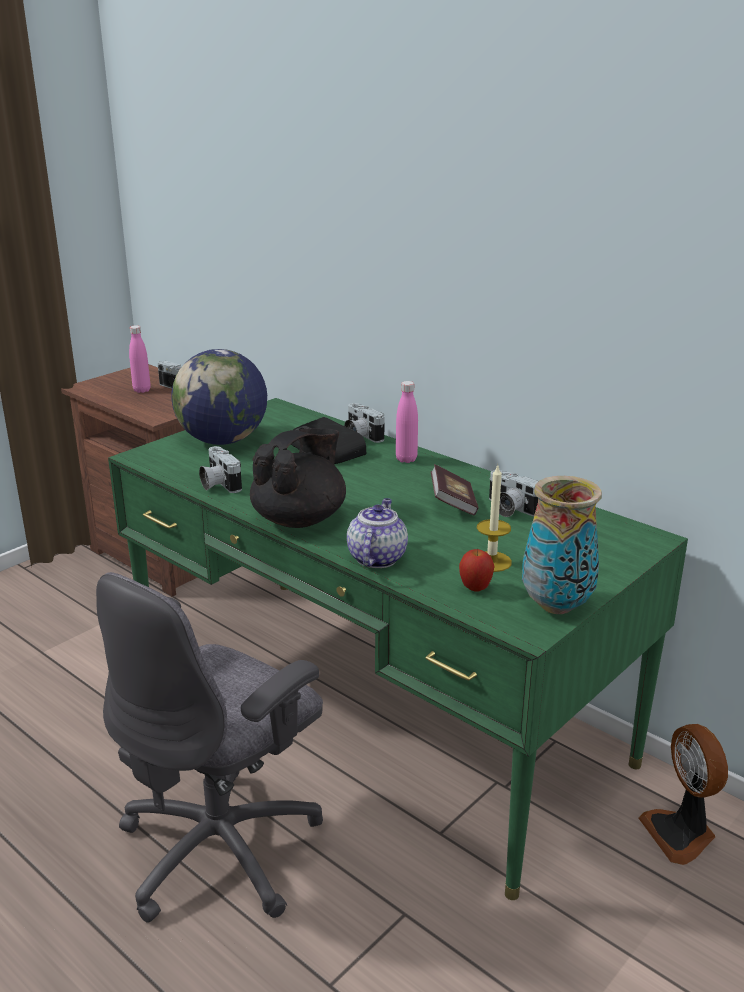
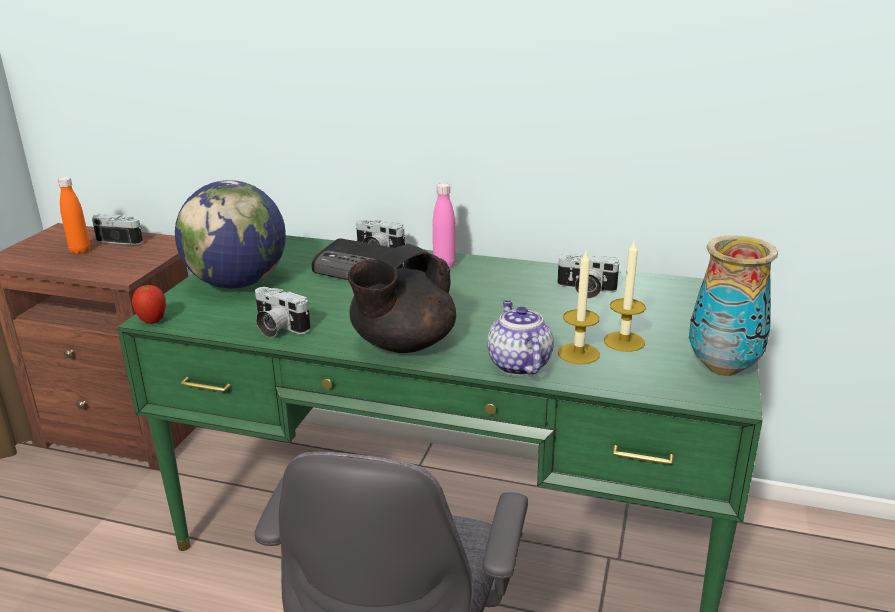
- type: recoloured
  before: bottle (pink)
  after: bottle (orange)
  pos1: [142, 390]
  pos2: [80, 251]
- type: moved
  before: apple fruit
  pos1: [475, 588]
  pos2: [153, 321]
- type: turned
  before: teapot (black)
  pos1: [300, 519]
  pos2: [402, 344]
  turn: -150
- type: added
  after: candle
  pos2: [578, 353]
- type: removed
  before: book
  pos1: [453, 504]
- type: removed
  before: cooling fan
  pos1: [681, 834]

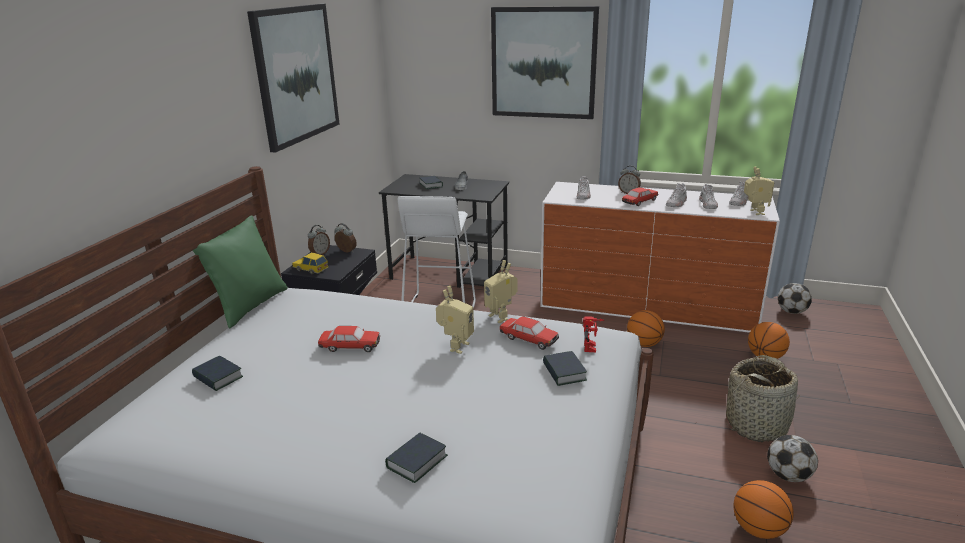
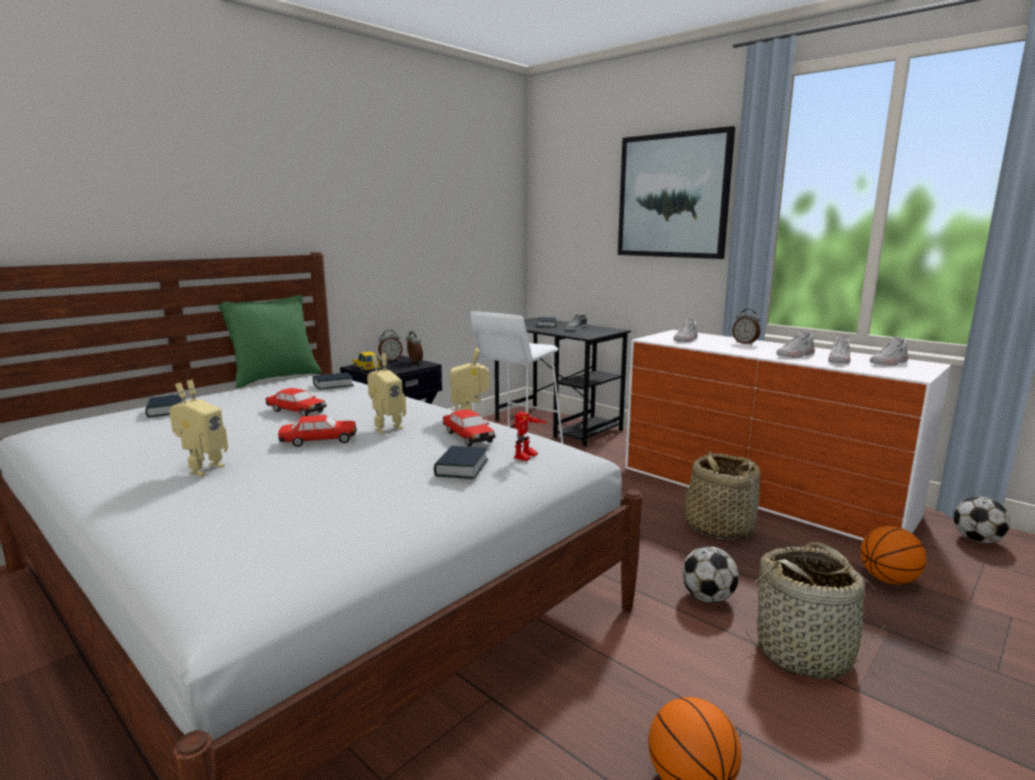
- type: moved
  before: robot figure
  pos1: [754, 212]
  pos2: [203, 469]
- type: moved
  before: toy car
  pos1: [639, 202]
  pos2: [319, 441]
- type: moved
  before: book
  pos1: [416, 462]
  pos2: [333, 385]
- type: moved
  before: football ball
  pos1: [788, 475]
  pos2: [707, 597]
- type: replaced
  before: ball for basketball
  after: storage basket
  pos1: [644, 344]
  pos2: [718, 527]
- type: removed
  before: wall art
  pos1: [296, 74]

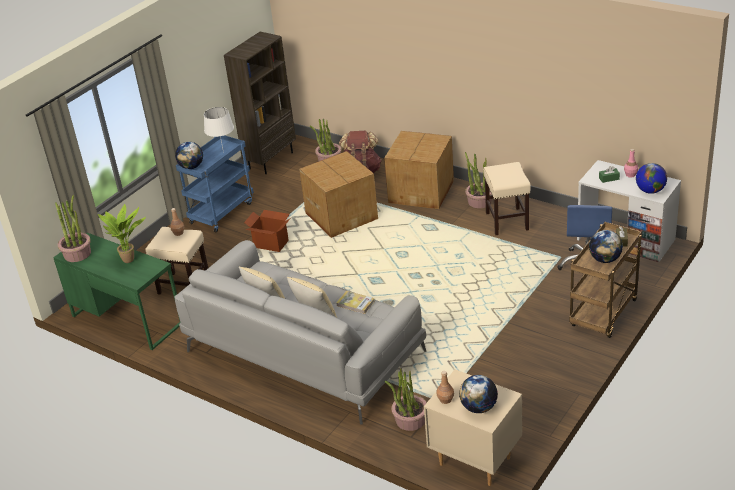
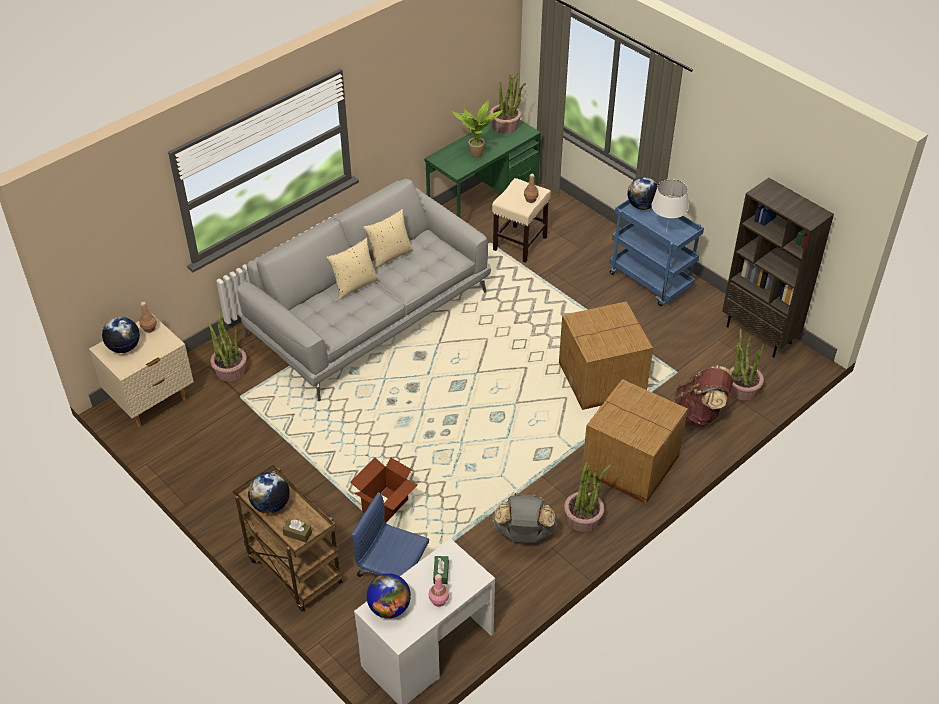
- type: moved
  before: cardboard box
  pos1: [271, 244]
  pos2: [386, 506]
- type: replaced
  before: stool seat (beige)
  after: knapsack (greyish)
  pos1: [507, 221]
  pos2: [524, 534]
- type: removed
  before: book
  pos1: [355, 303]

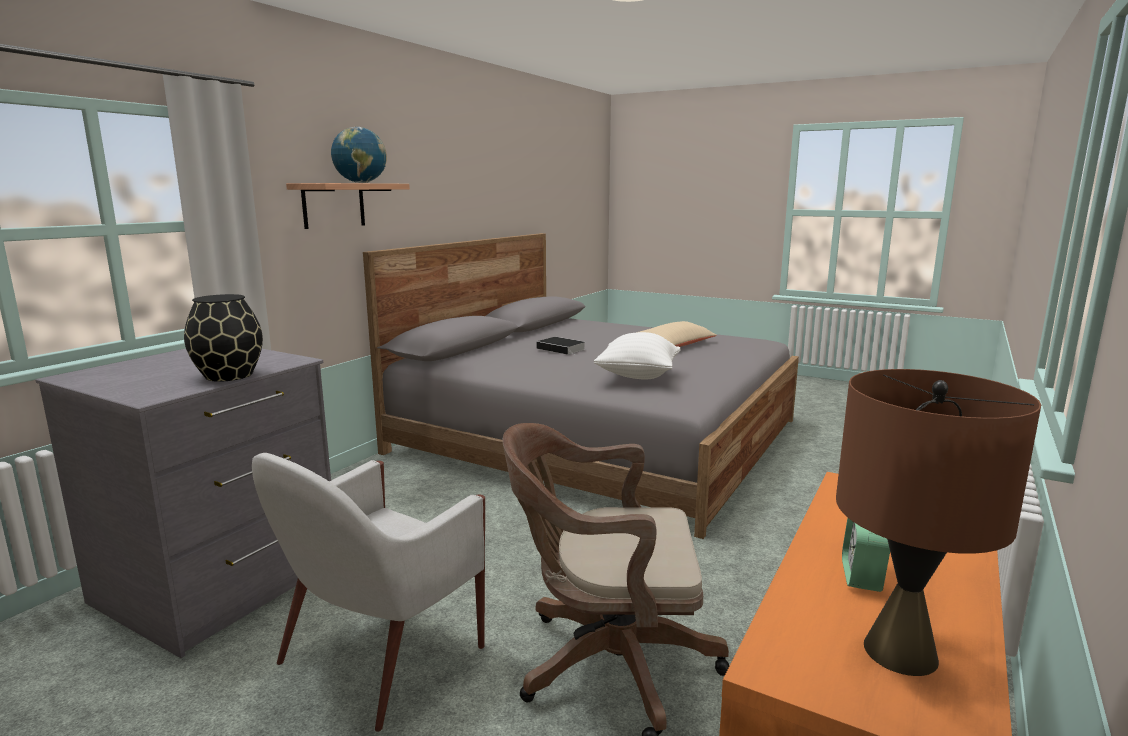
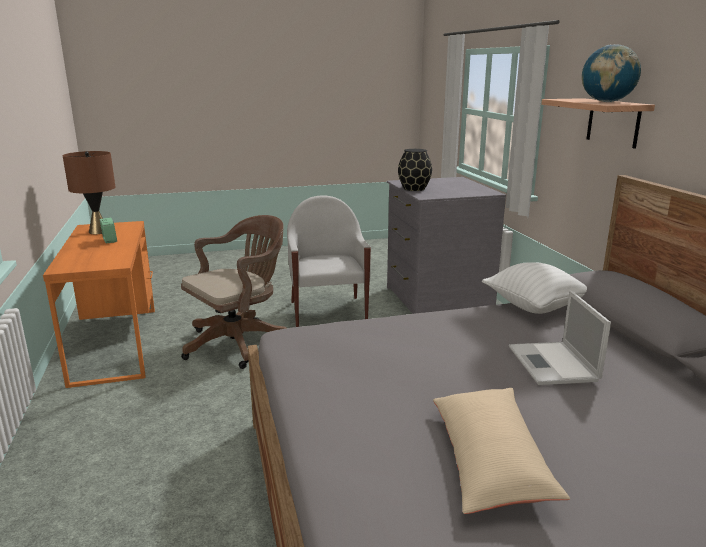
- type: moved
  before: cushion (whitish)
  pos1: [638, 376]
  pos2: [535, 306]
- type: replaced
  before: book
  after: notebook computer
  pos1: [562, 349]
  pos2: [553, 364]

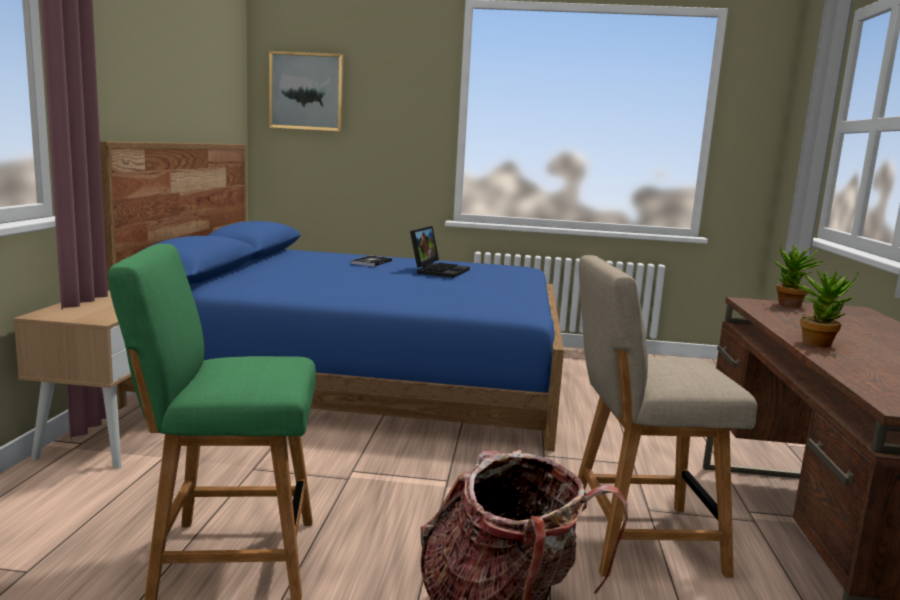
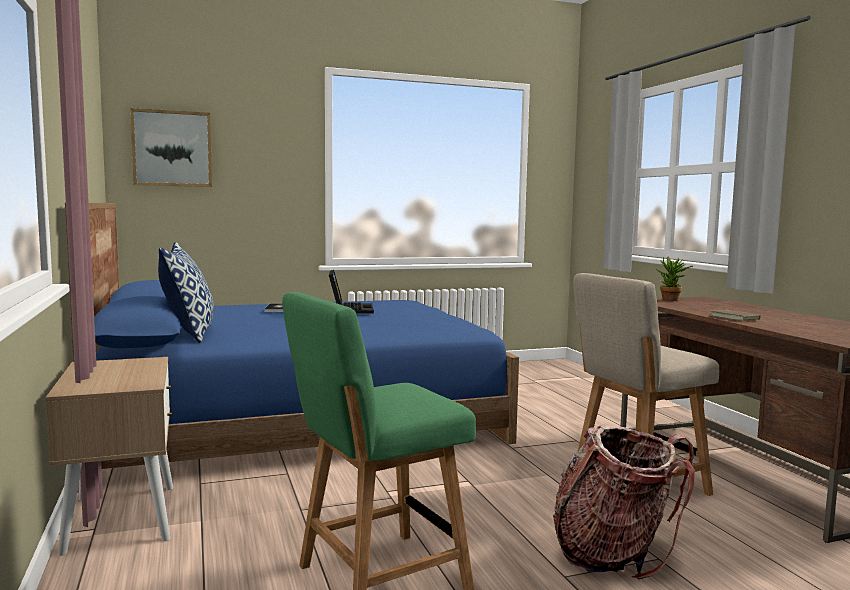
- type: added
  after: cushion
  pos2: [189, 333]
- type: replaced
  before: houseplant
  after: book (brown-coloured)
  pos1: [818, 342]
  pos2: [735, 318]

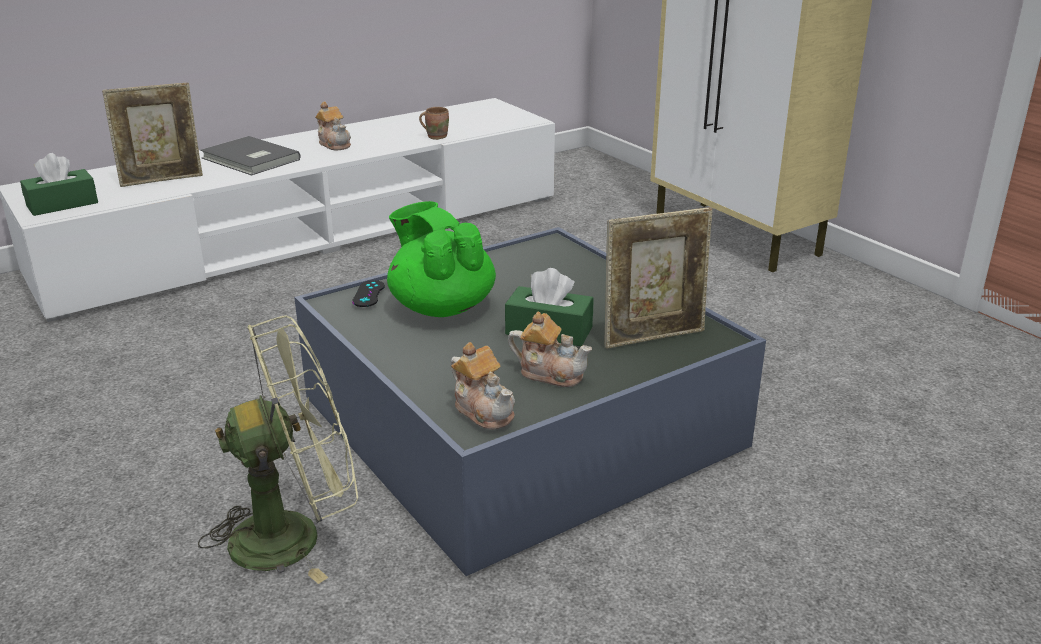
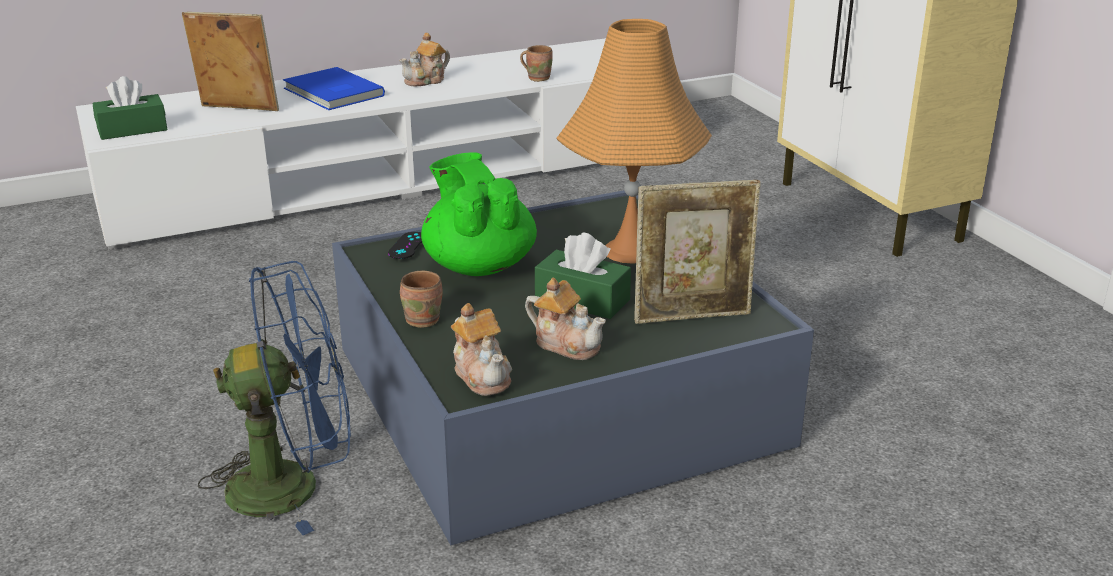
- type: turned
  before: photo frame
  pos1: [162, 180]
  pos2: [237, 109]
  turn: -150
- type: recoloured
  before: cooling fan (green-coloured)
  after: cooling fan (bluish)
  pos1: [294, 534]
  pos2: [293, 485]
- type: recoloured
  before: book (greyish)
  after: book (bluish)
  pos1: [249, 160]
  pos2: [332, 93]
- type: turned
  before: teapot
  pos1: [335, 144]
  pos2: [426, 80]
  turn: 75
- type: added
  after: coffee mug (brown-coloured)
  pos2: [424, 319]
- type: added
  after: lamp for a table (orange)
  pos2: [630, 250]

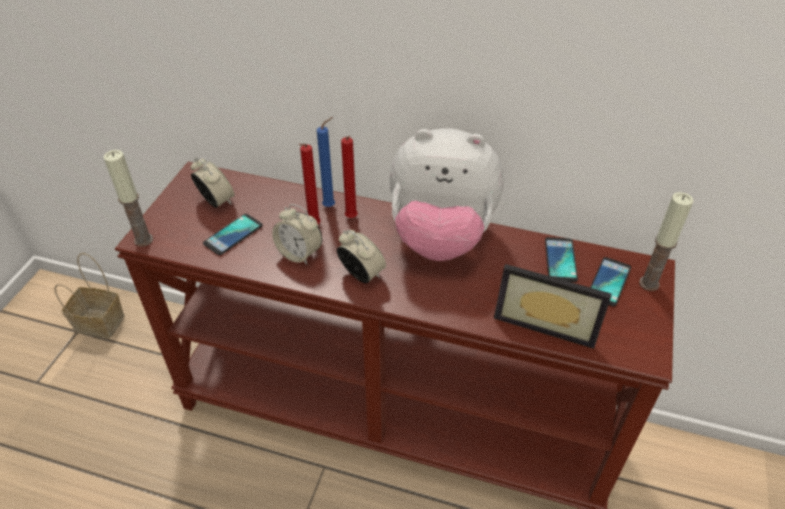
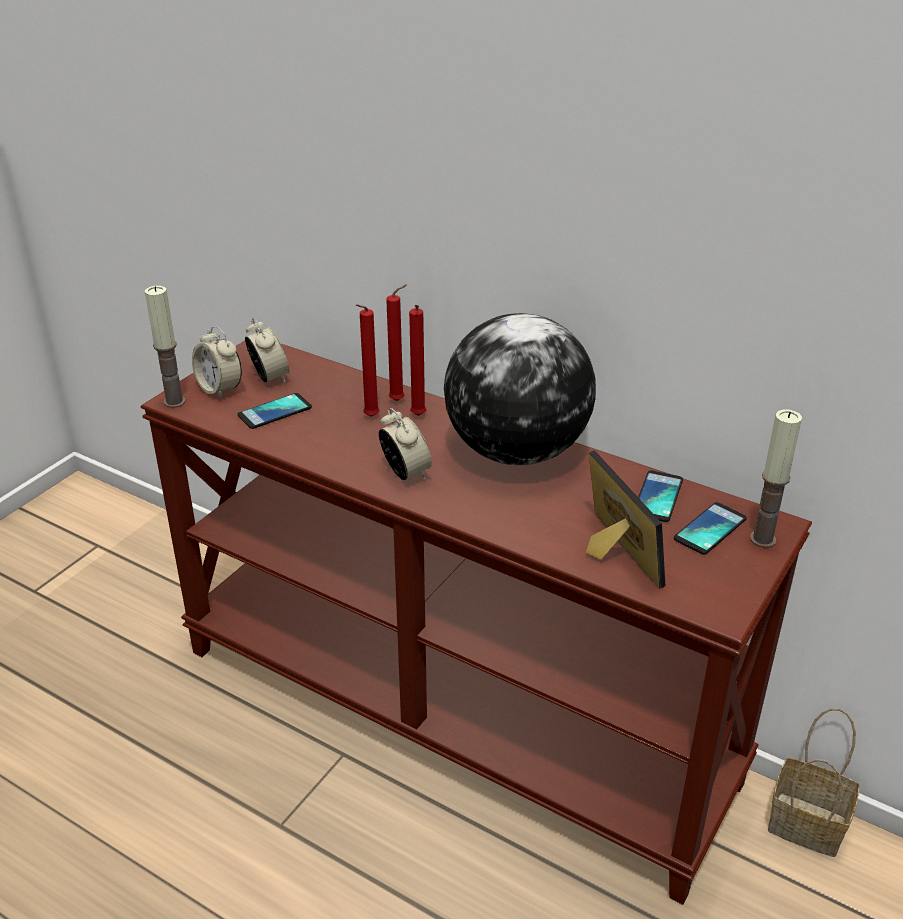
- type: moved
  before: table clock
  pos1: [299, 253]
  pos2: [220, 389]
- type: recoloured
  before: candle (bluish)
  after: candle (reddish)
  pos1: [331, 206]
  pos2: [399, 401]
- type: replaced
  before: plush toy
  after: globe
  pos1: [441, 237]
  pos2: [517, 451]
- type: turned
  before: photo frame
  pos1: [547, 320]
  pos2: [610, 554]
  turn: -150
- type: moved
  before: storage basket
  pos1: [97, 323]
  pos2: [803, 824]

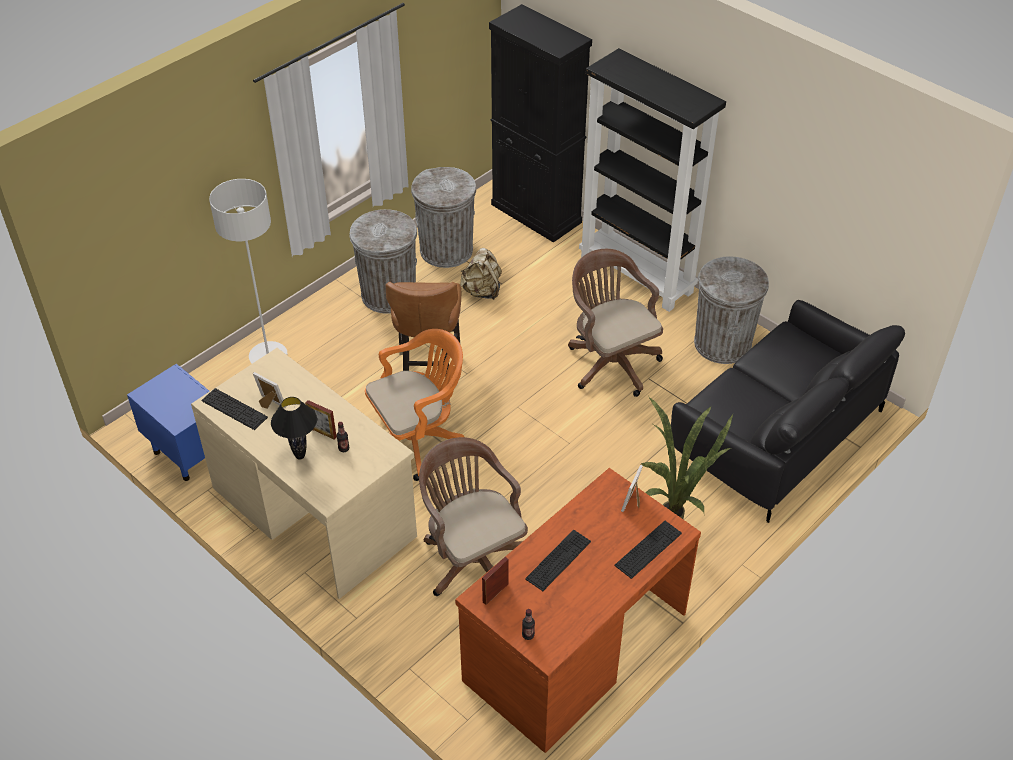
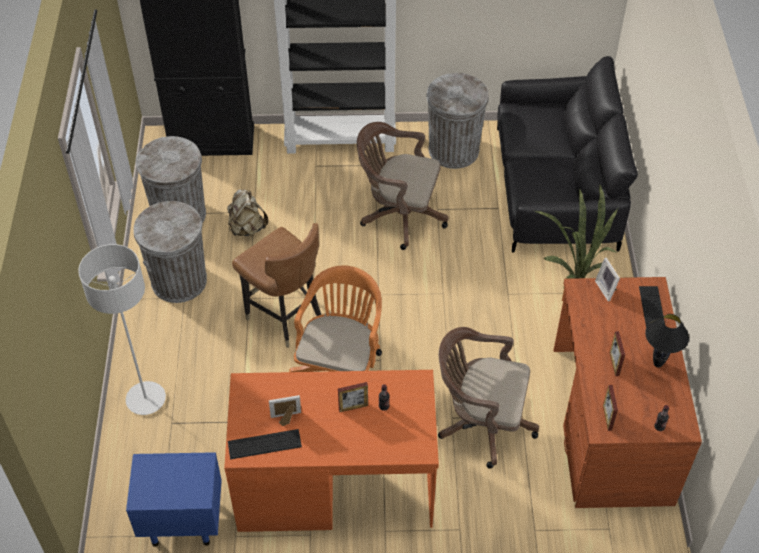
- type: recoloured
  before: desk (beige)
  after: desk (orange)
  pos1: [314, 510]
  pos2: [334, 483]
- type: replaced
  before: keyboard
  after: photo frame
  pos1: [558, 560]
  pos2: [614, 364]
- type: moved
  before: lamp for a table (black)
  pos1: [300, 456]
  pos2: [657, 364]

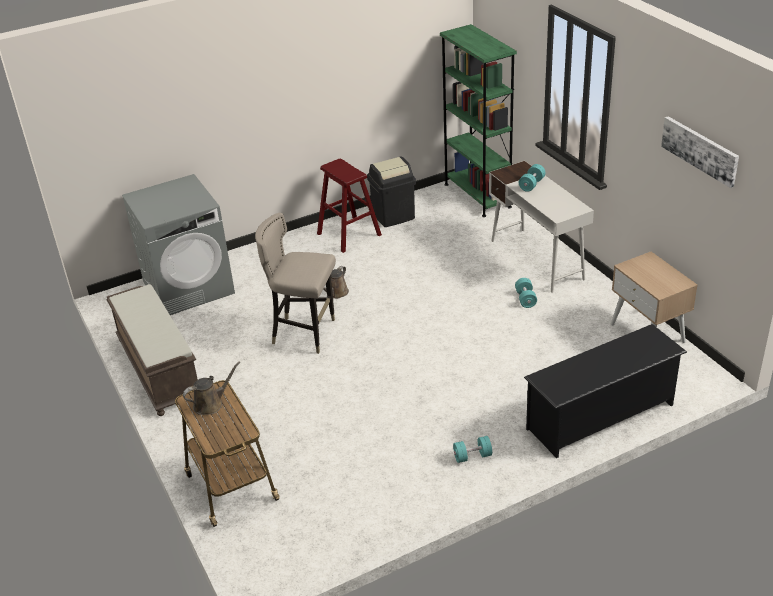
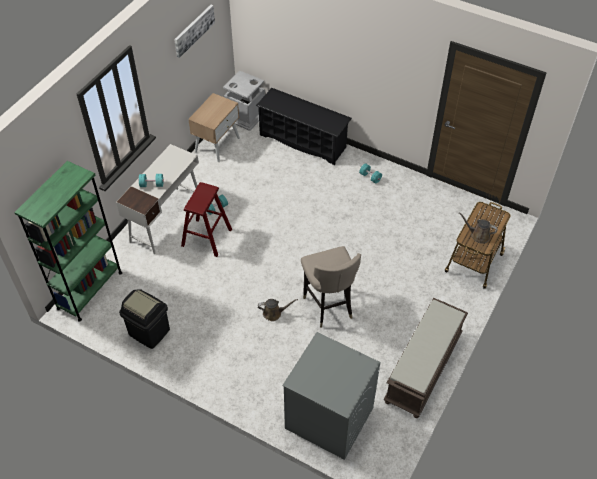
- type: moved
  before: stool seat (reddish)
  pos1: [349, 234]
  pos2: [206, 237]
- type: added
  after: waste bin (greyish)
  pos2: [245, 117]

